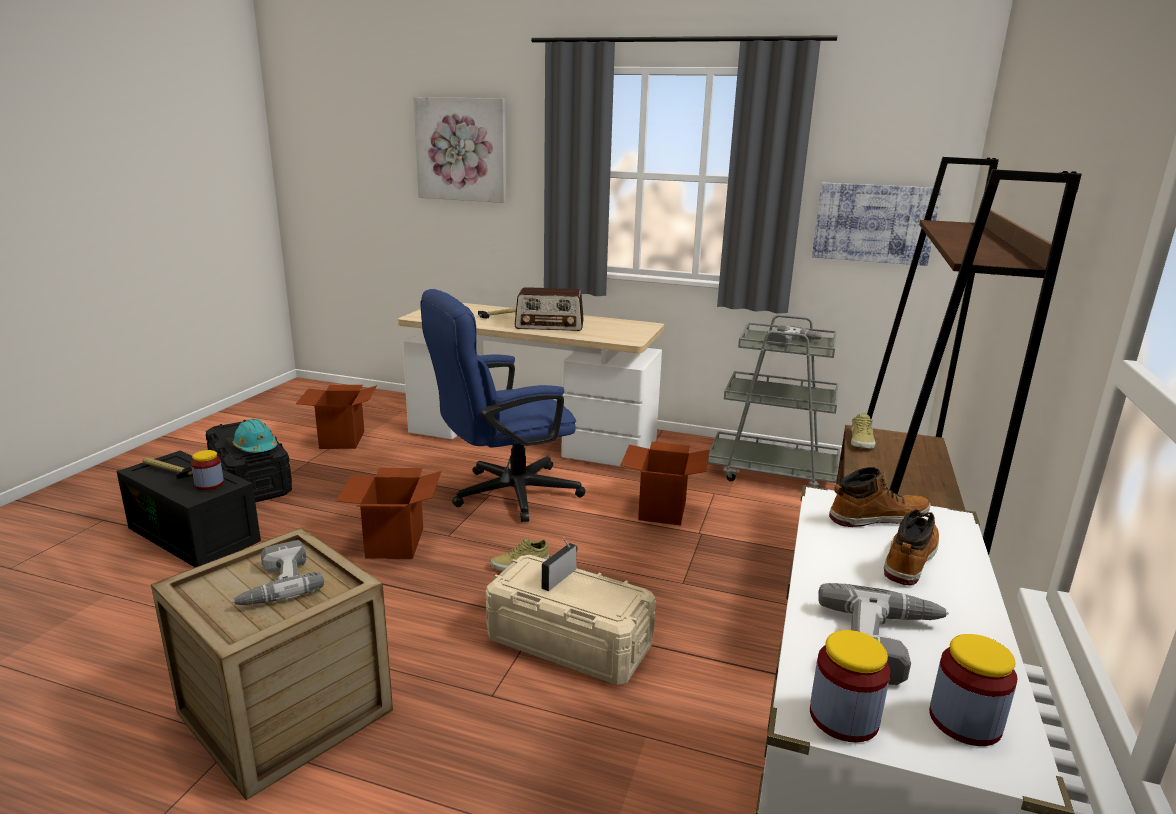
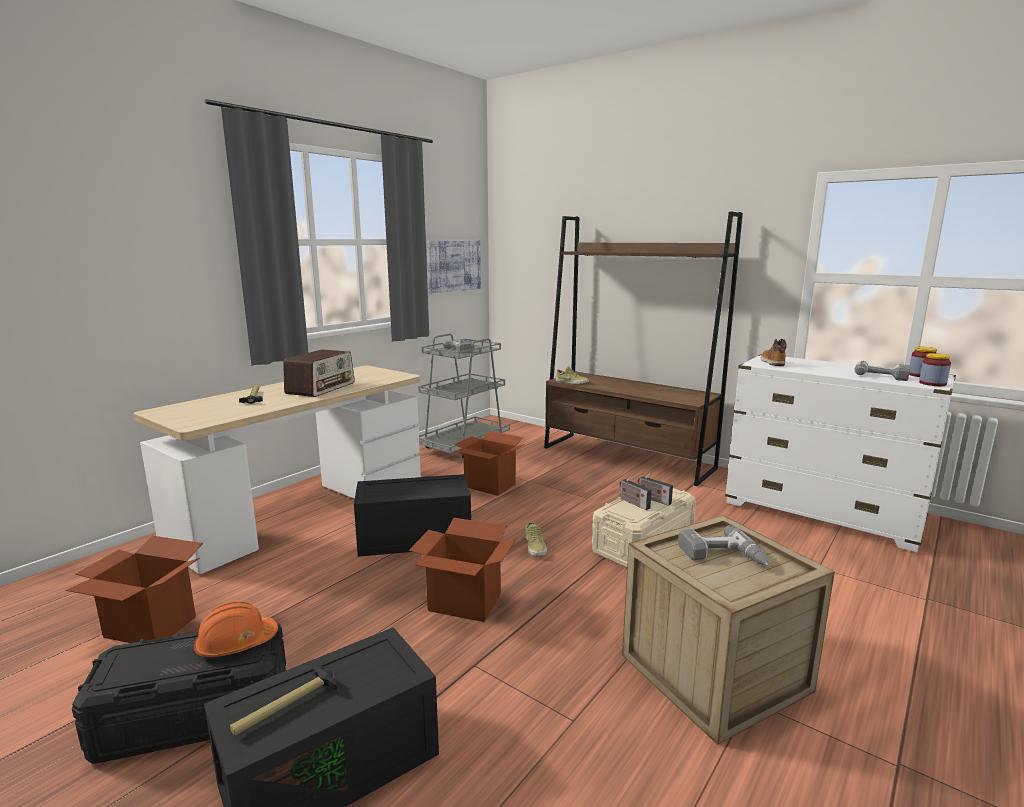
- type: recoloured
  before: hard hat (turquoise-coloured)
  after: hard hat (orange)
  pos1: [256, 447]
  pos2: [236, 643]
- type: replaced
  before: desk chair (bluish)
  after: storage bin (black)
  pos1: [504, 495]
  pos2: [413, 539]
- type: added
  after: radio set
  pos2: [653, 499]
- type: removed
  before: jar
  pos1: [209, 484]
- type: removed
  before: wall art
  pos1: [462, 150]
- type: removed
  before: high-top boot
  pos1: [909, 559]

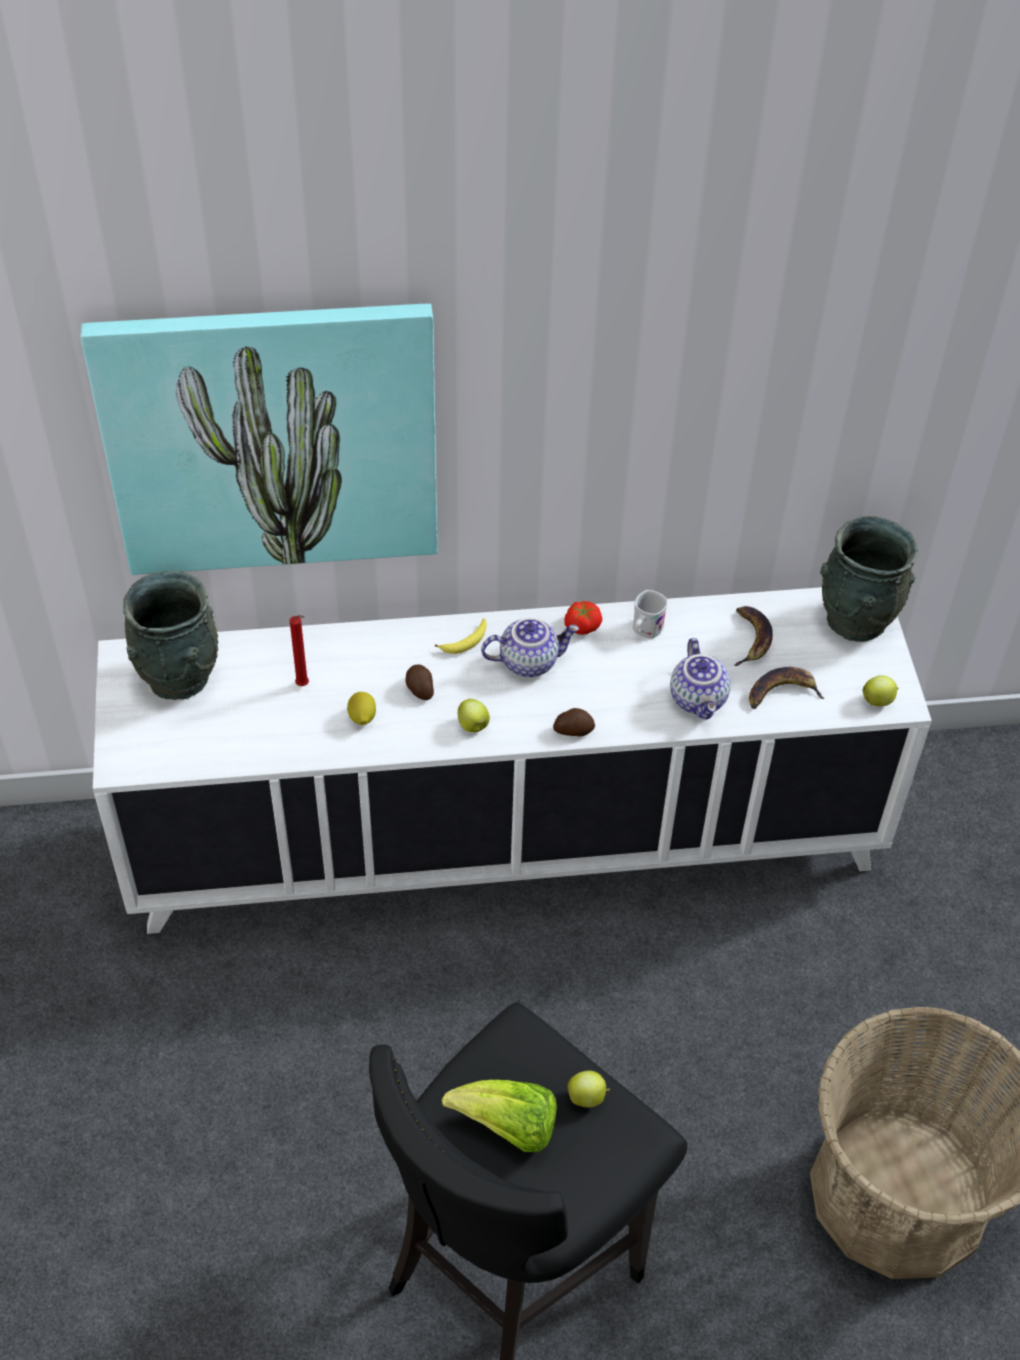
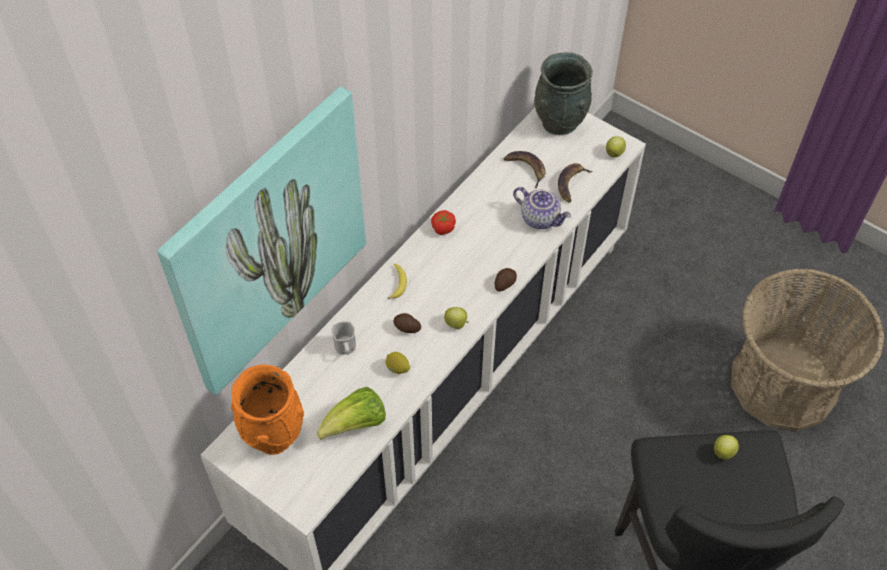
- type: recoloured
  before: decorative vase (greyish)
  after: decorative vase (orange)
  pos1: [179, 678]
  pos2: [275, 434]
- type: moved
  before: lettuce
  pos1: [508, 1127]
  pos2: [356, 424]
- type: moved
  before: coffee mug (whitish)
  pos1: [645, 630]
  pos2: [346, 349]
- type: removed
  before: candle (reddish)
  pos1: [304, 685]
- type: removed
  before: teapot
  pos1: [529, 661]

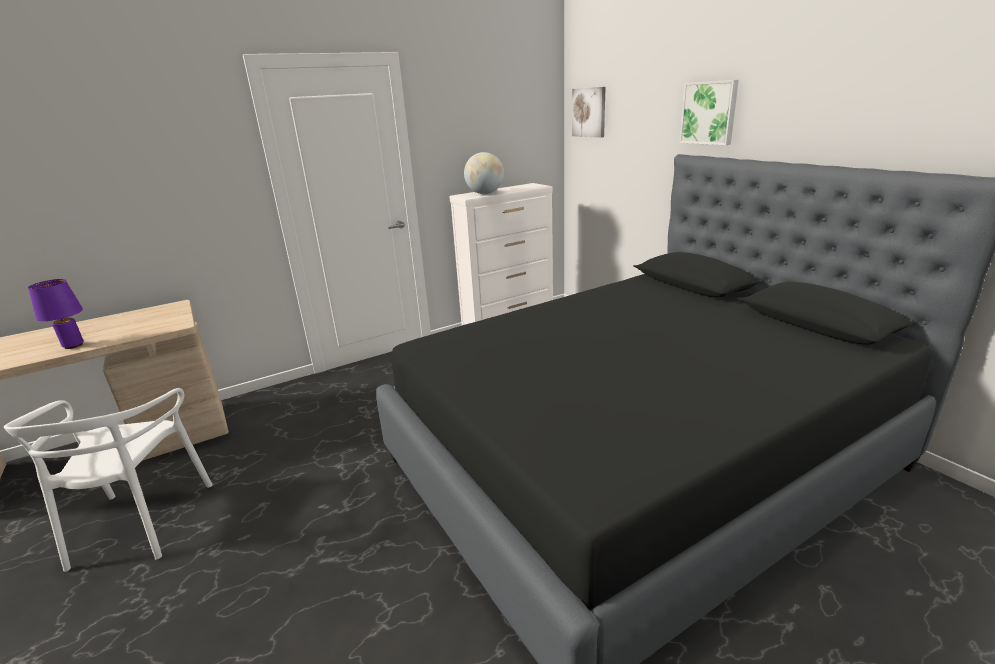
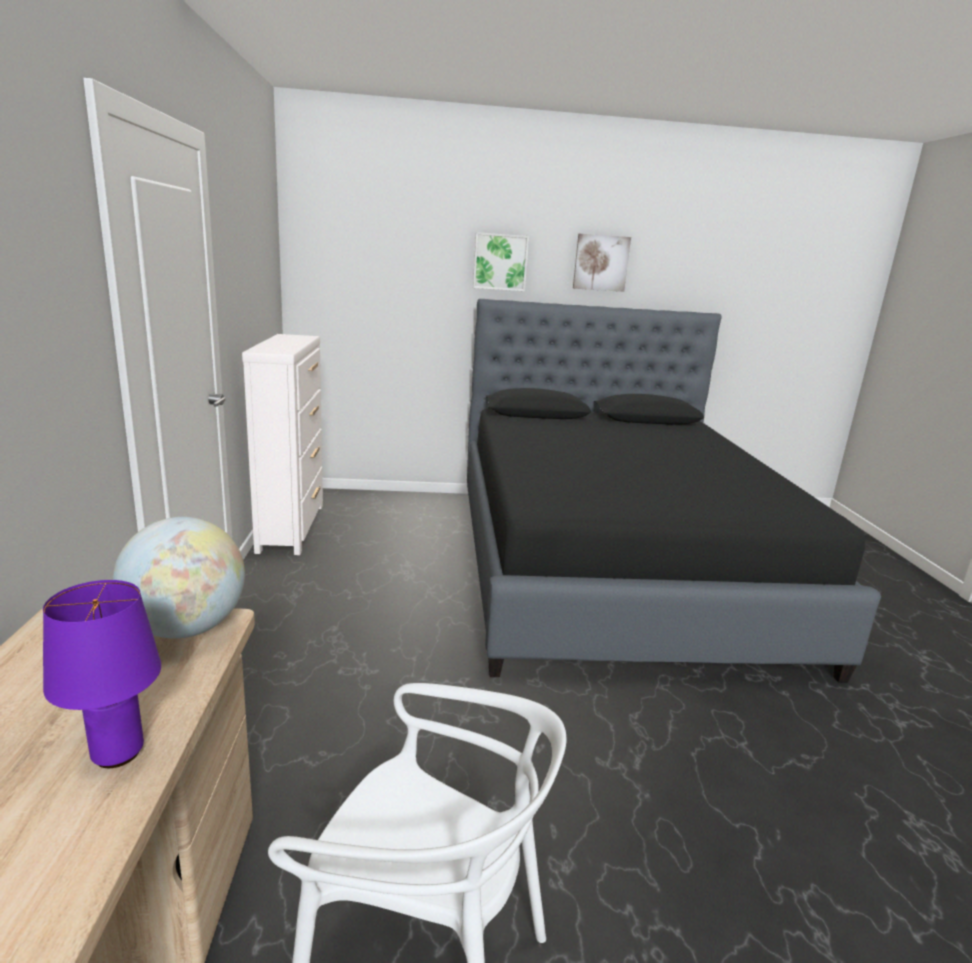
- type: moved
  before: globe
  pos1: [485, 193]
  pos2: [186, 629]
- type: moved
  before: wall art
  pos1: [589, 112]
  pos2: [601, 263]

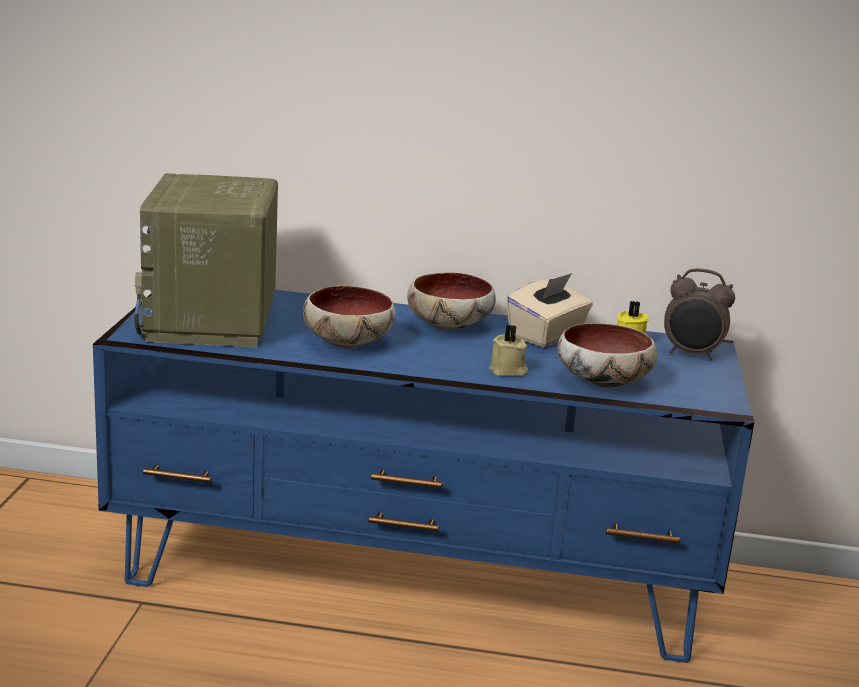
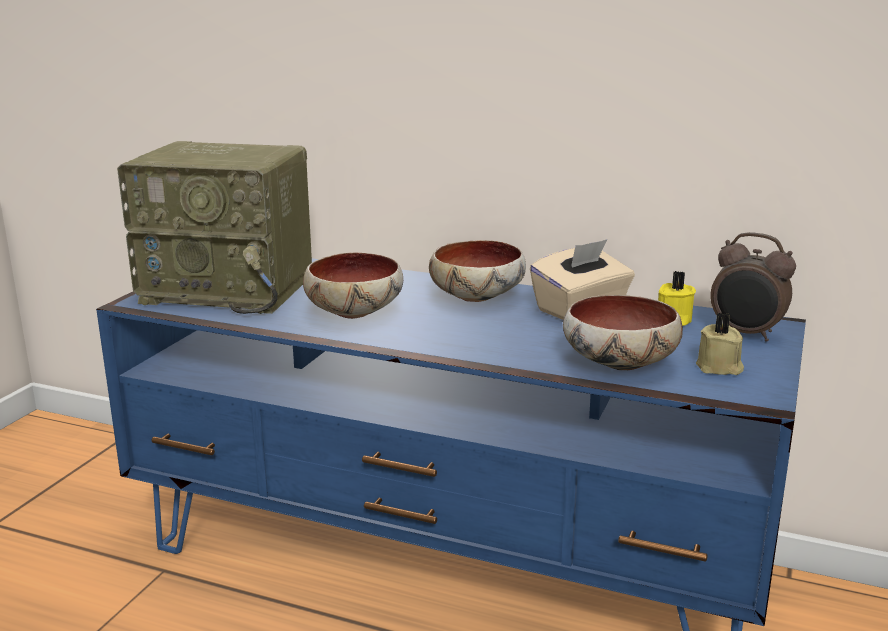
- type: turned
  before: radio set
  pos1: [212, 321]
  pos2: [231, 289]
  turn: -90
- type: moved
  before: candle (beige)
  pos1: [508, 371]
  pos2: [719, 368]

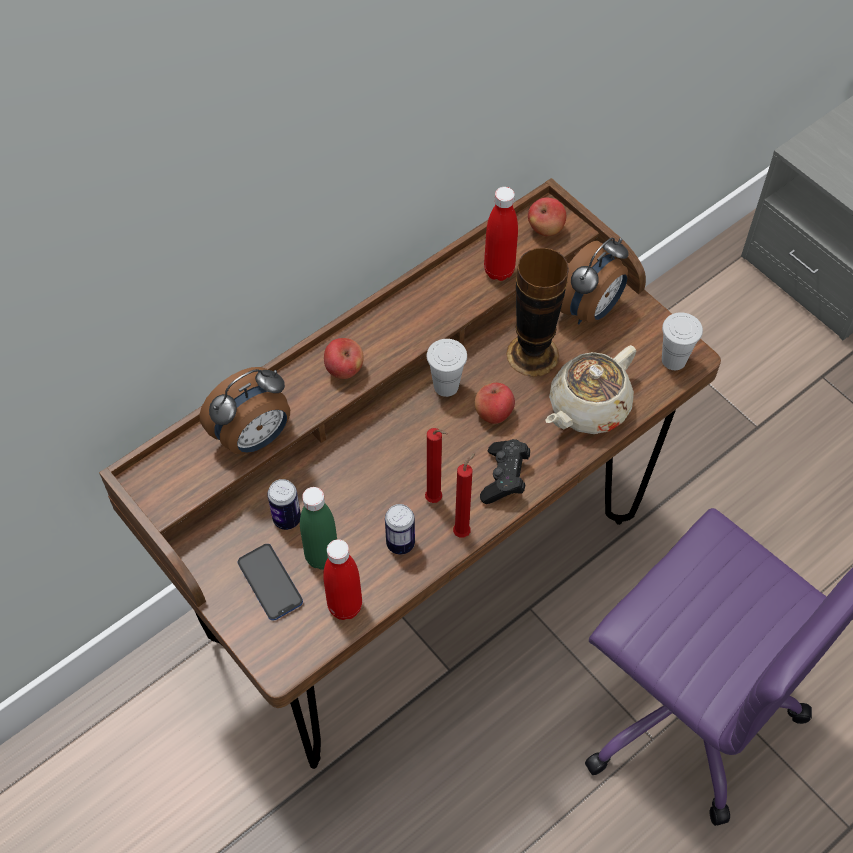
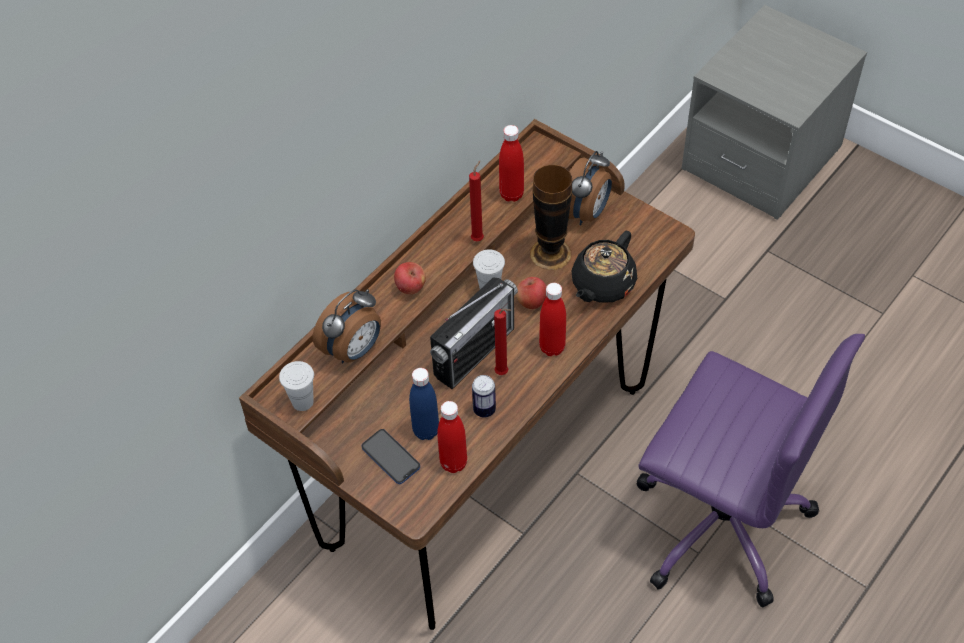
- type: moved
  before: cup (whitish)
  pos1: [673, 360]
  pos2: [302, 402]
- type: recoloured
  before: bottle (green-coloured)
  after: bottle (bluish)
  pos1: [322, 556]
  pos2: [426, 430]
- type: added
  after: radio set
  pos2: [474, 352]
- type: moved
  before: candle (reddish)
  pos1: [463, 531]
  pos2: [478, 238]
- type: replaced
  before: gamepad (black)
  after: bottle (reddish)
  pos1: [504, 478]
  pos2: [552, 347]
- type: recoloured
  before: teapot (beige)
  after: teapot (black)
  pos1: [587, 407]
  pos2: [602, 285]
- type: removed
  before: sealed can
  pos1: [287, 519]
- type: removed
  before: apple fruit
  pos1: [545, 229]

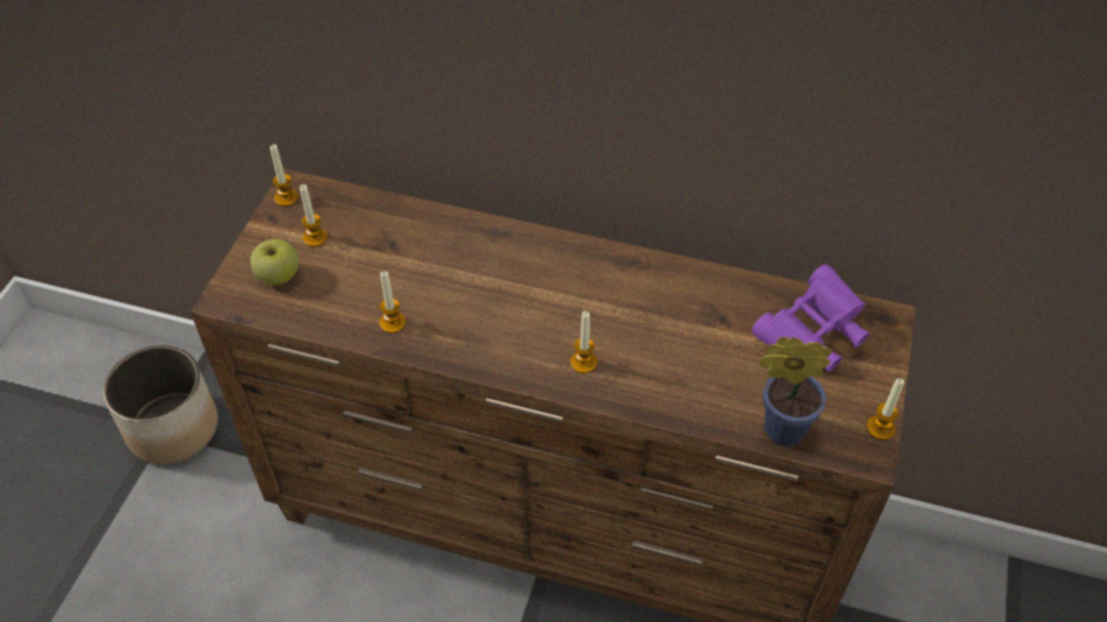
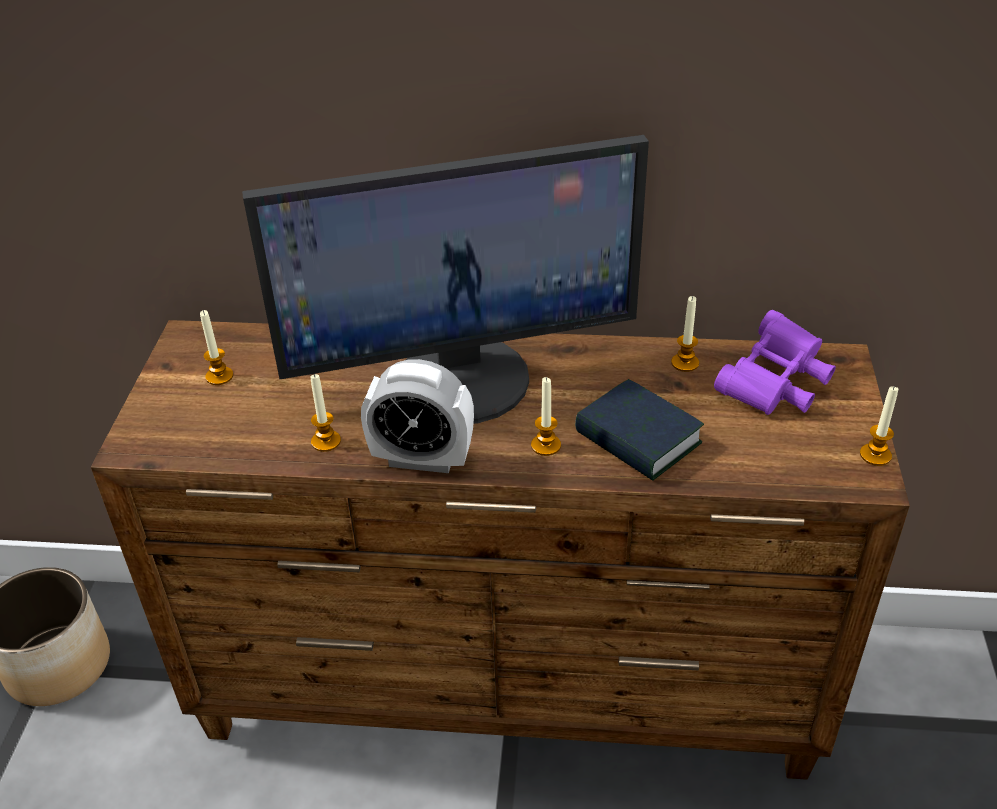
- type: added
  after: monitor
  pos2: [463, 378]
- type: added
  after: table clock
  pos2: [422, 459]
- type: added
  after: book
  pos2: [638, 439]
- type: moved
  before: candle
  pos1: [286, 198]
  pos2: [685, 363]
- type: removed
  before: apple fruit
  pos1: [278, 276]
- type: removed
  before: houseplant
  pos1: [778, 428]

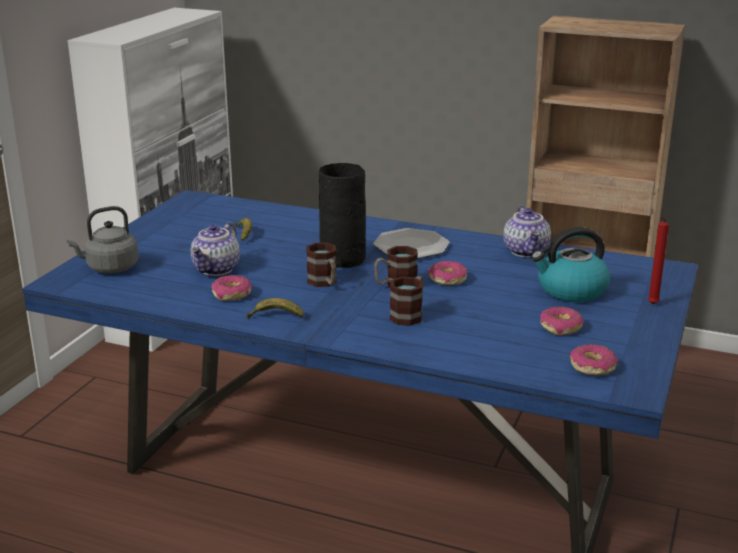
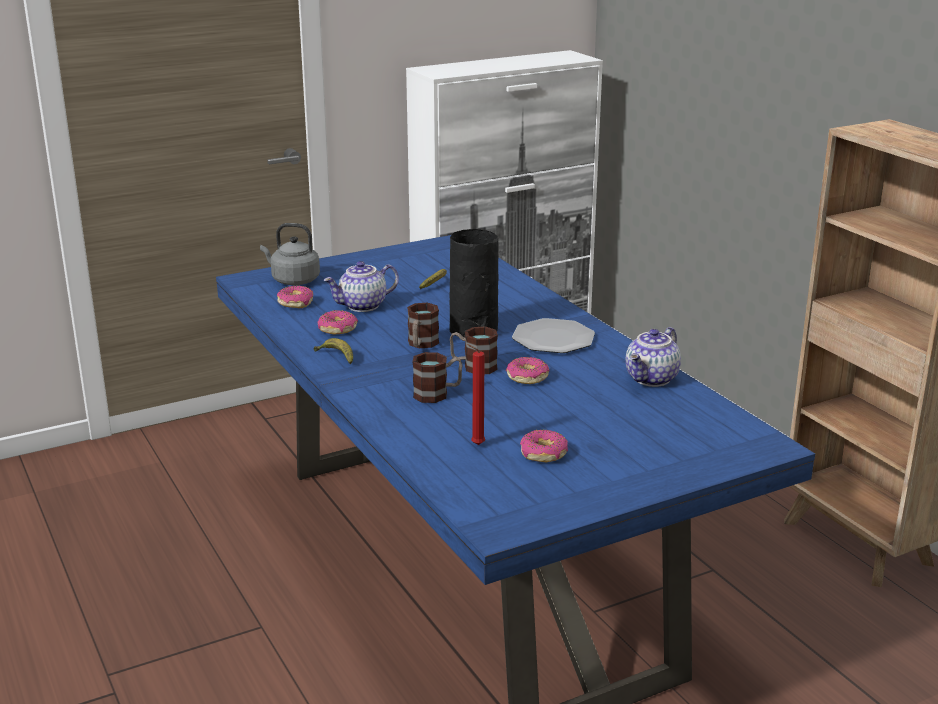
- type: moved
  before: ring doughnut
  pos1: [592, 367]
  pos2: [296, 303]
- type: moved
  before: candle (reddish)
  pos1: [652, 304]
  pos2: [475, 445]
- type: removed
  before: tea kettle
  pos1: [571, 290]

